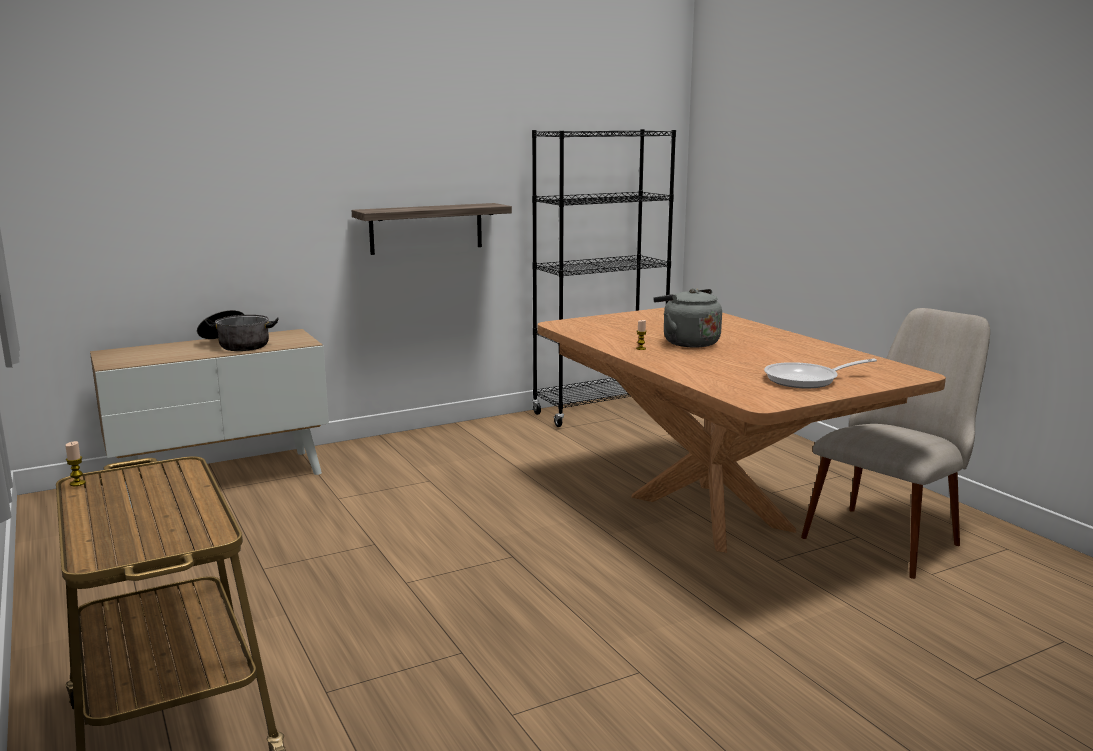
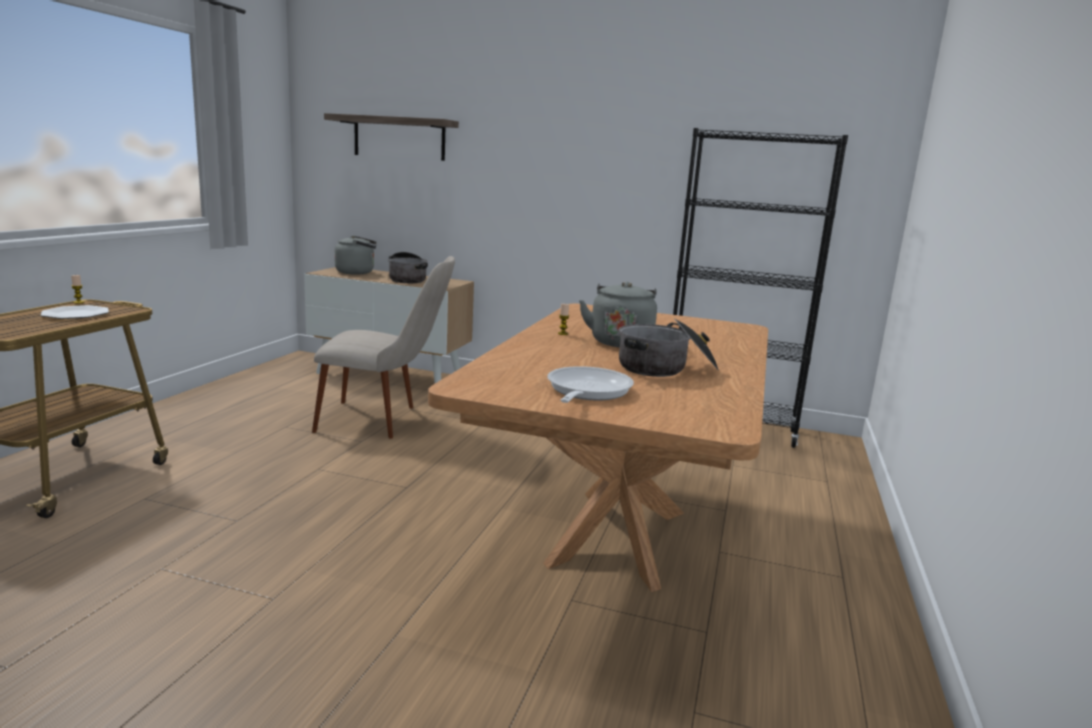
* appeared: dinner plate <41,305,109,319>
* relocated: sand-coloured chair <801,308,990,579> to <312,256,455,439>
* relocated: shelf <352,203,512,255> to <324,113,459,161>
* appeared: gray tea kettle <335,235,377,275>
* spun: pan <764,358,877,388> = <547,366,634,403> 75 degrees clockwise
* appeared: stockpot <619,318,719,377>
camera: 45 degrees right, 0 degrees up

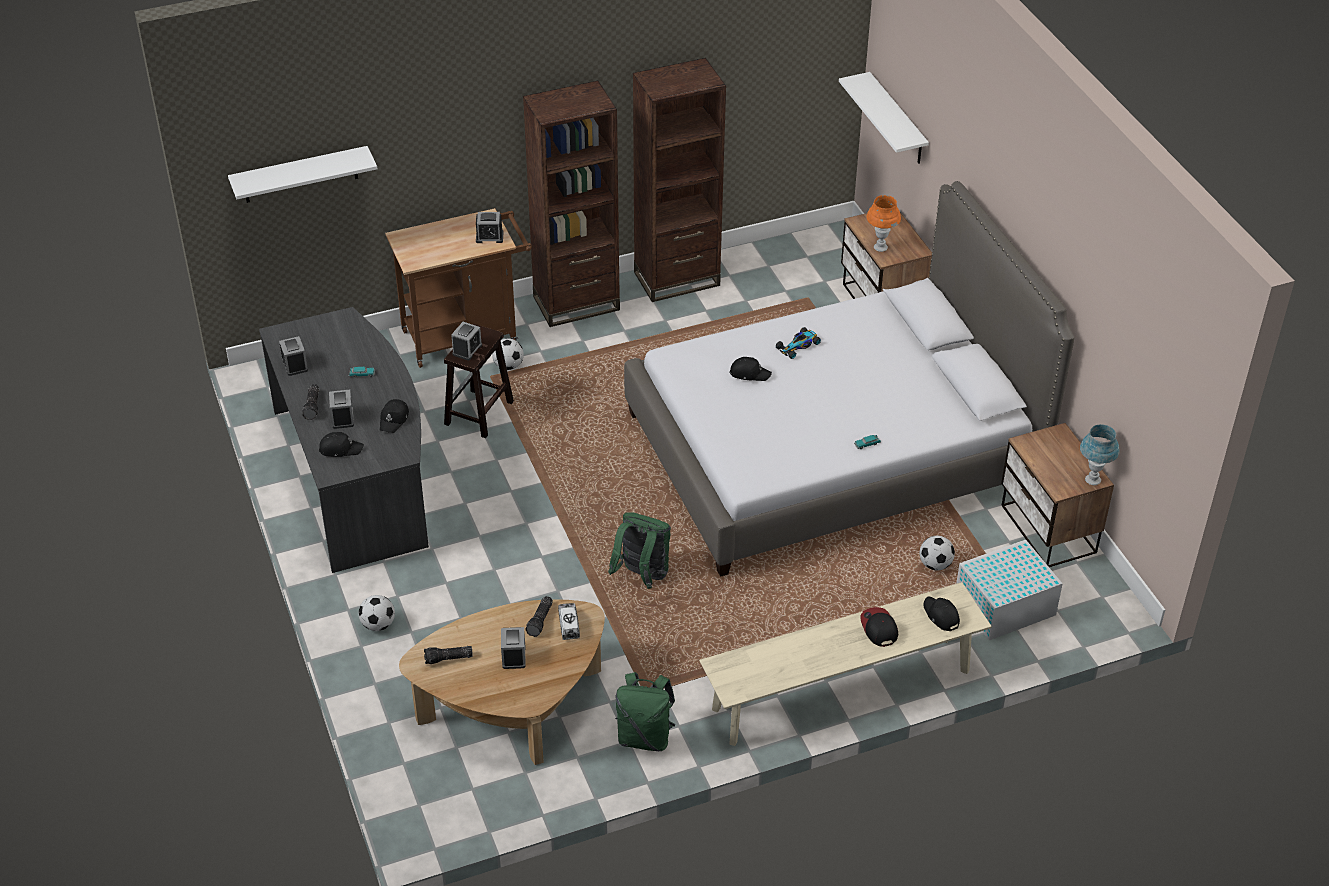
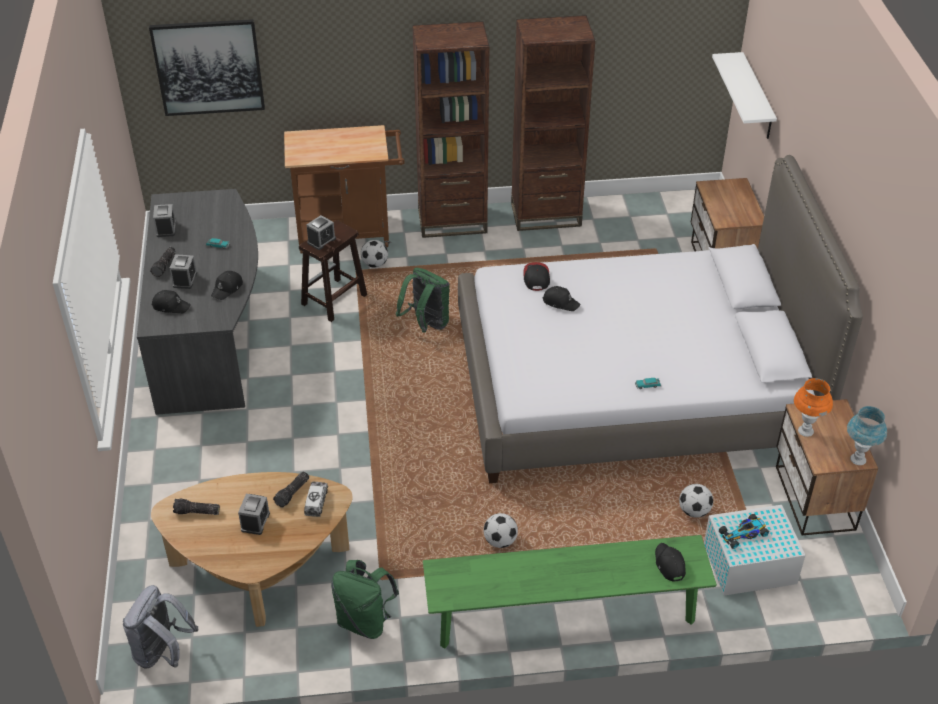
* appeared: gray knapsack <123,585,198,668>
* exchanged: white-coloured shelf <228,146,377,203> to wall picture <149,19,265,116>
* relocated: green knapsack <608,512,671,589> to <396,268,450,332>
* colour: sand-coloured indoor bench <699,582,992,746> to green indoor bench <423,535,717,648>
* relocated: football ball <359,595,395,631> to <483,513,518,548>
* relocated: baseball cap <860,607,898,647> to <523,262,550,291>
* relocated: model car <776,327,821,359> to <719,514,769,549>
* relocated: orange lamp for a table <867,195,901,252> to <794,378,833,437>
* missing: table clock <476,212,504,243>
camera: 15 degrees right, 0 degrees up

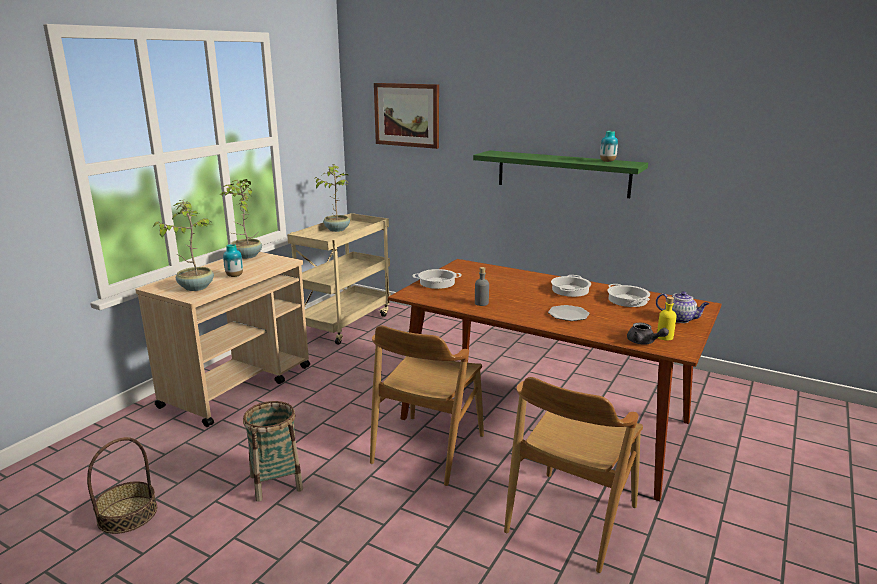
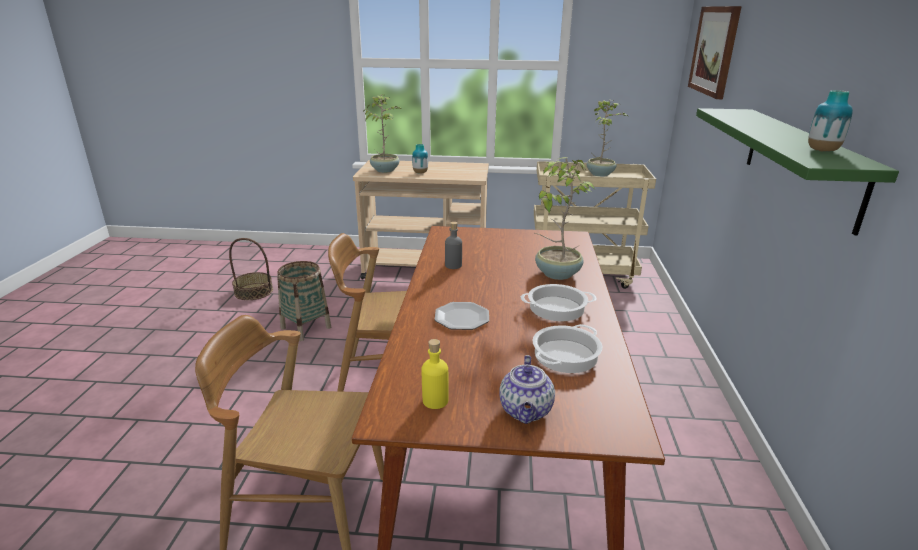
* relocated: potted plant <220,179,262,259> to <535,157,595,280>
* missing: stockpot <413,269,462,289>
* missing: gray tea pot <627,323,669,345>
camera: 65 degrees right, 5 degrees up

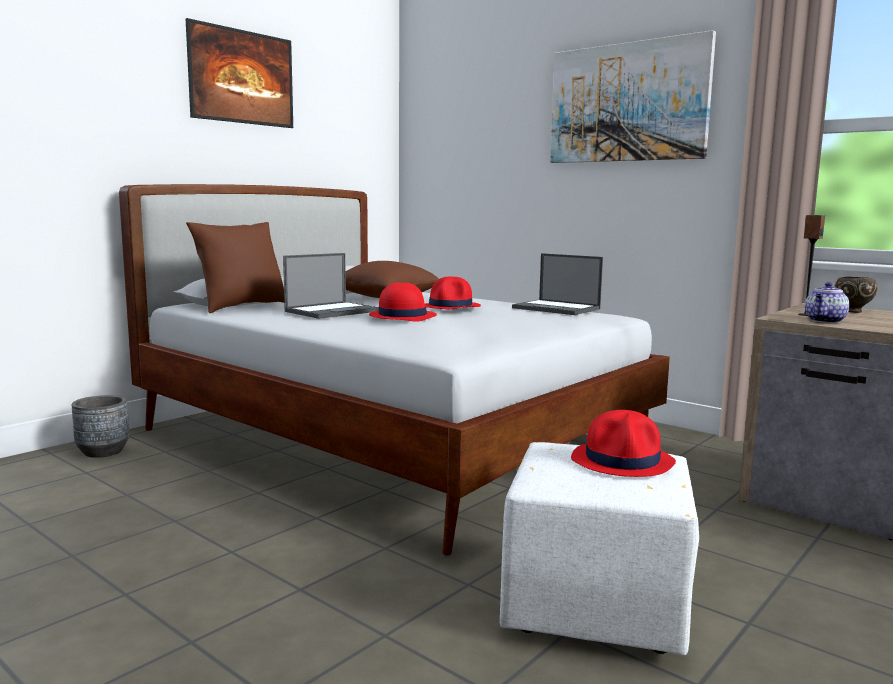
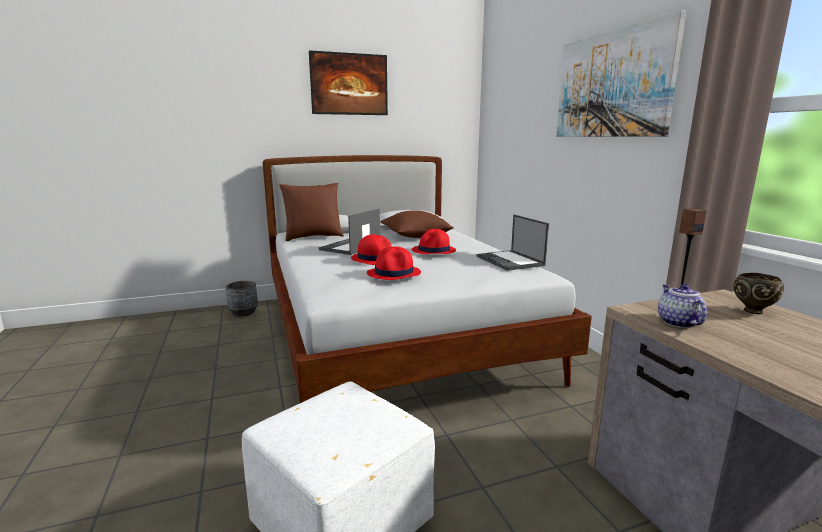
* spun: laptop <283,253,379,319> = <319,209,380,255> 135 degrees clockwise
* relocated: red clothing hat <571,410,676,477> to <367,246,421,280>
* spun: tea pot <805,282,850,323> = <658,284,707,328> 105 degrees clockwise
camera: 30 degrees right, 5 degrees up

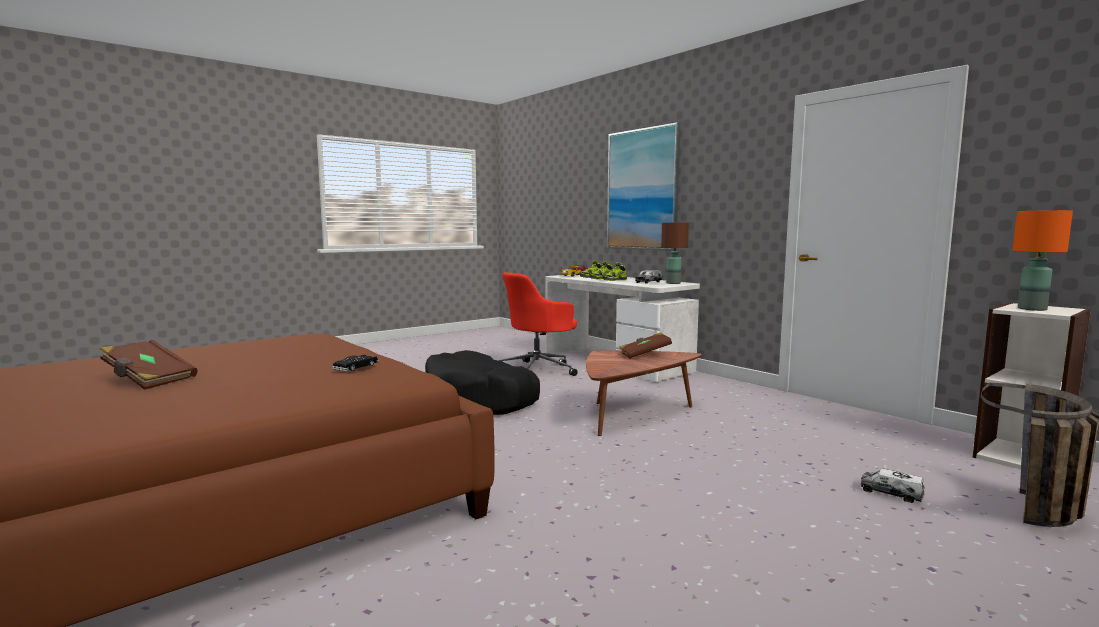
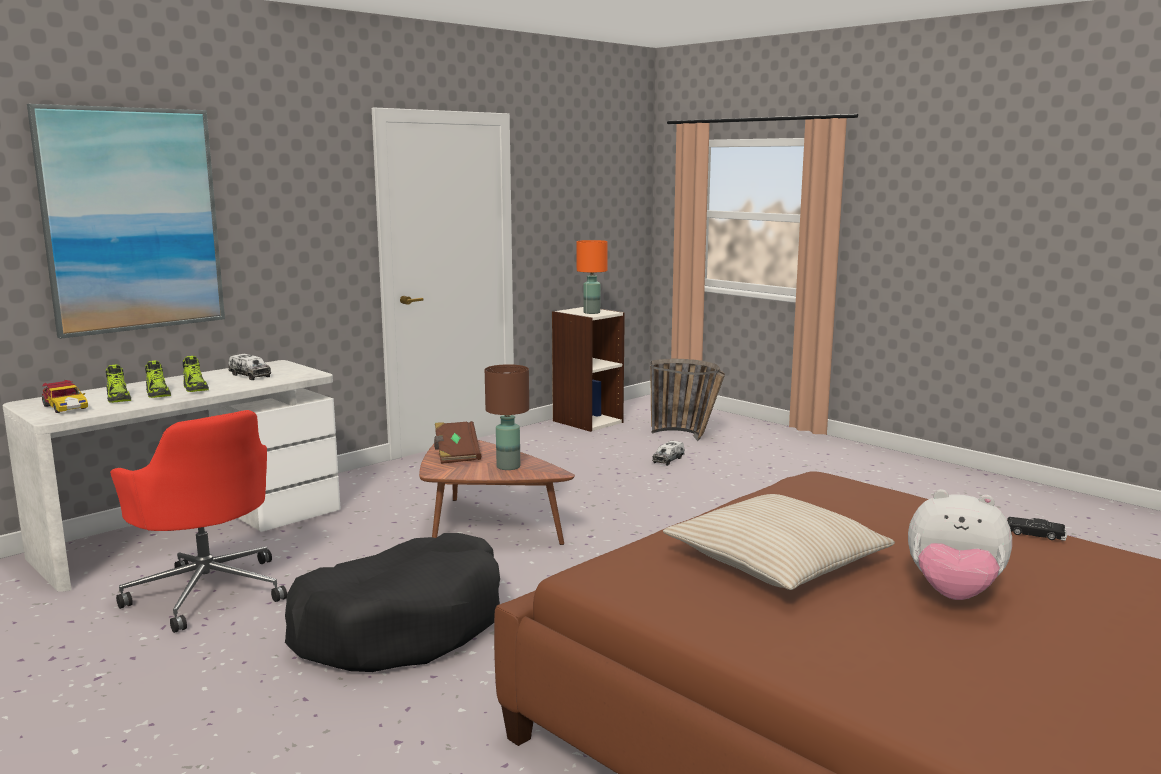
* relocated: brown lamp for a table <661,223,689,284> to <485,364,529,470>
* appeared: sand-coloured cushion <663,494,895,590>
* exchanged: brown book <100,340,198,390> to plush toy <908,489,1012,600>
* relocated: blackish model car <332,355,379,371> to <1007,517,1067,541>
camera: 95 degrees left, 5 degrees up

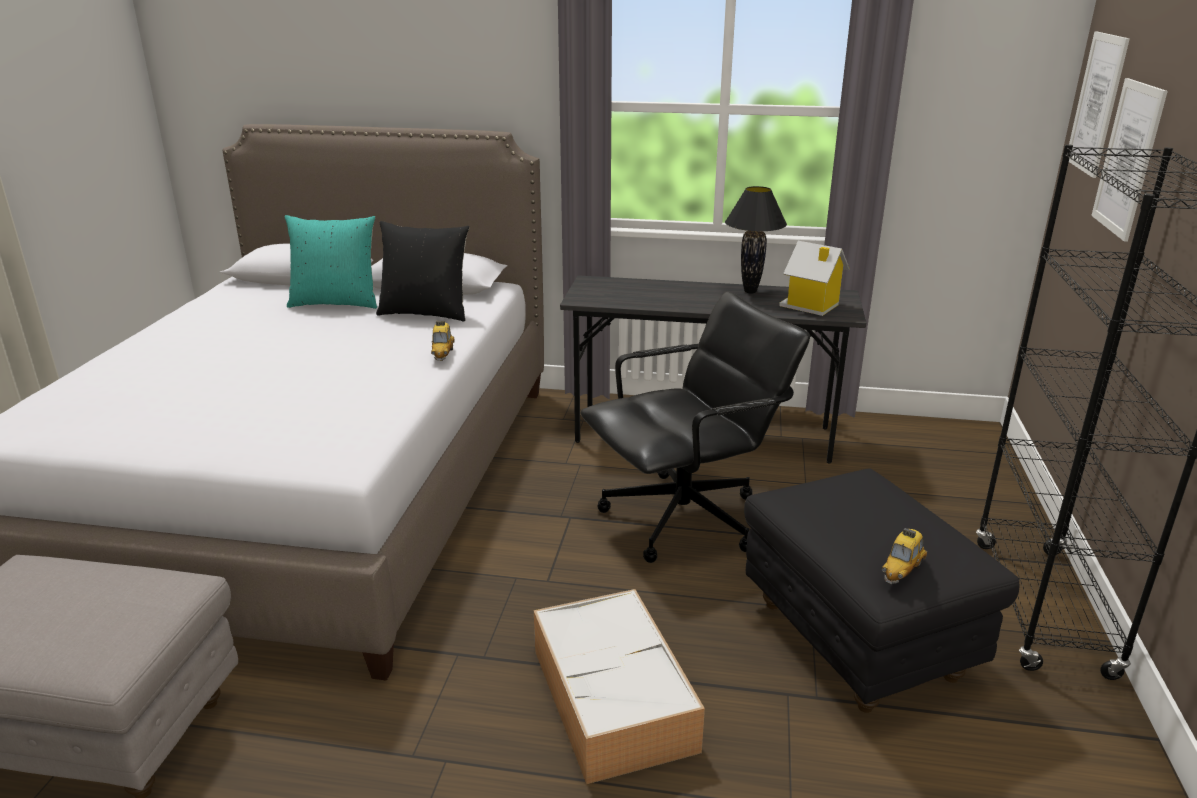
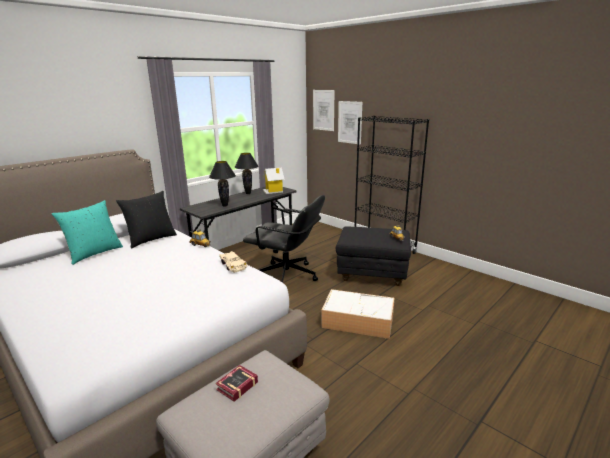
* appeared: blackish lamp for a table <209,161,236,207>
* appeared: book <216,365,258,402>
* appeared: sand-coloured model car <219,251,247,273>
* spun: blackish computer chair <581,291,810,563> = <243,195,325,283> 105 degrees clockwise
camera: 55 degrees left, 5 degrees down

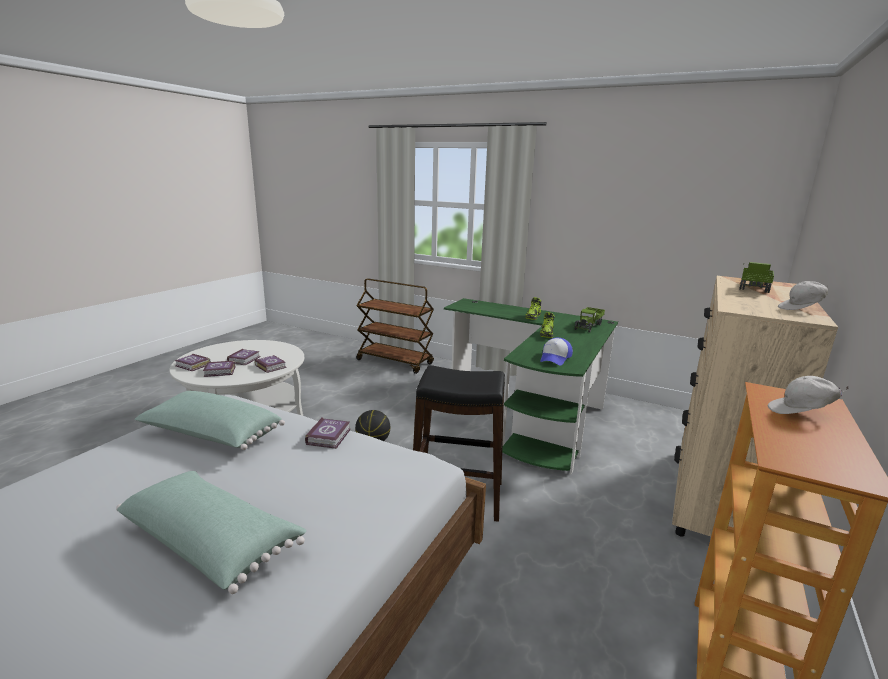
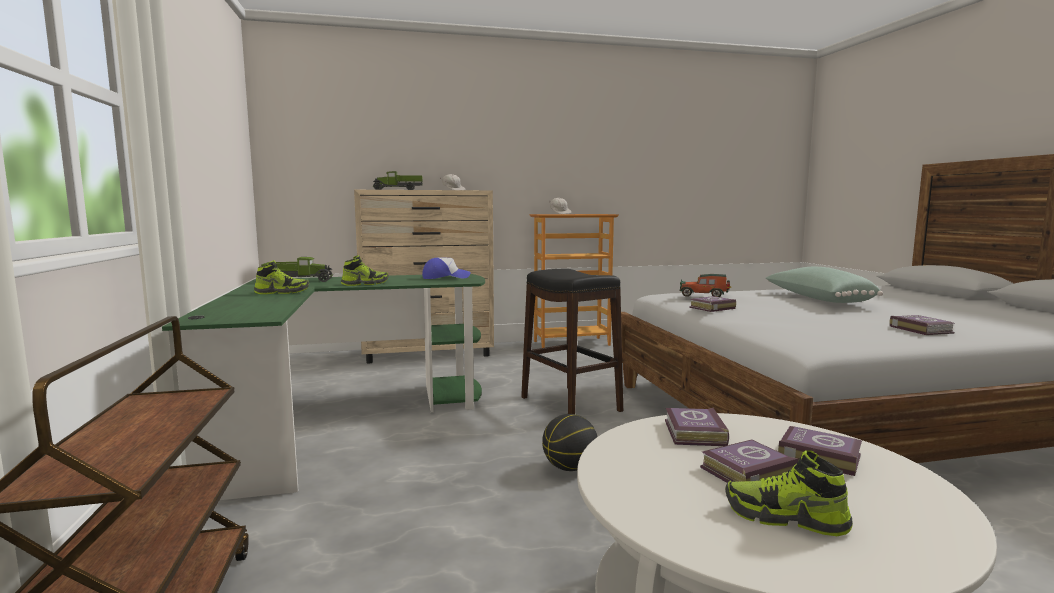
* appeared: model car <680,274,731,297>
* appeared: shoe <725,450,853,536>
* relocated: book <175,354,211,371> to <889,315,956,335>
* missing: green cushion <135,391,285,450>
camera: 130 degrees left, 10 degrees down

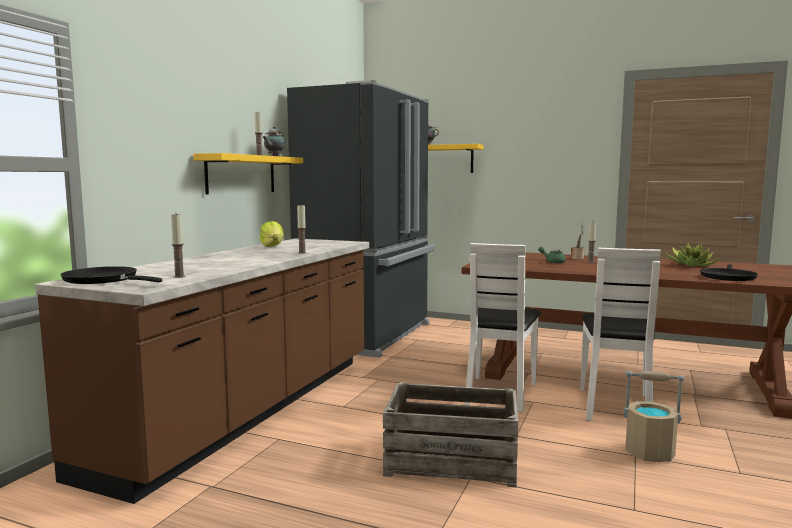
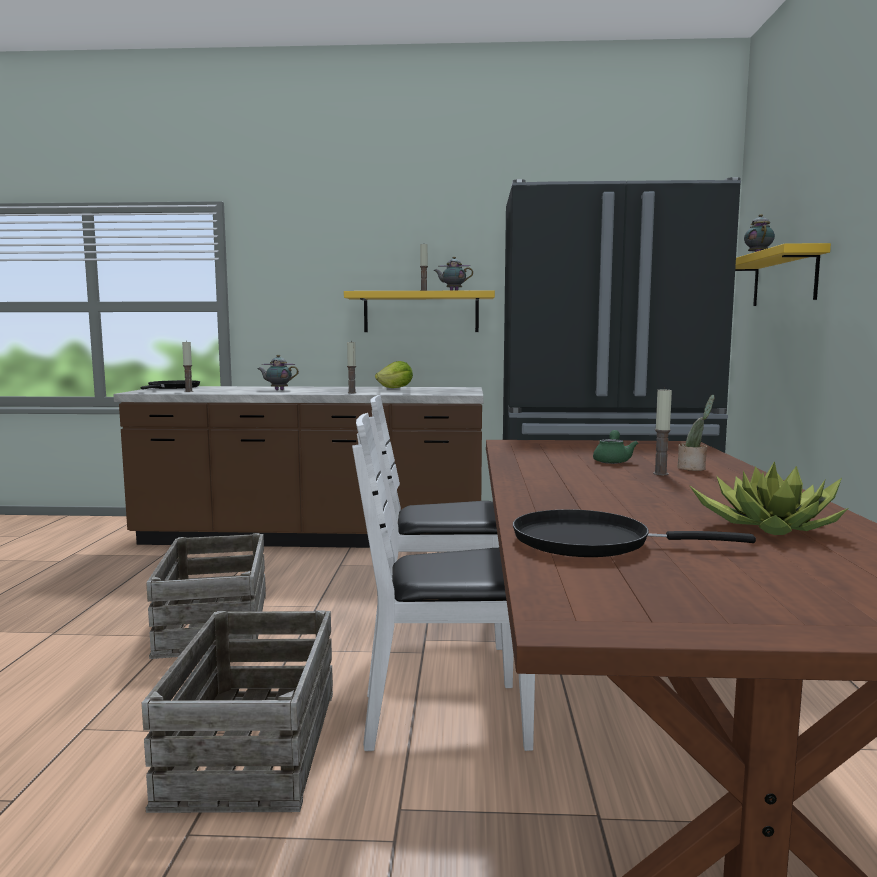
* exchanged: sand-coloured water bucket <623,371,684,462> to shipping crate <142,610,333,813>
* appeared: tea pot <258,355,299,390>
camera: 70 degrees right, 0 degrees up

